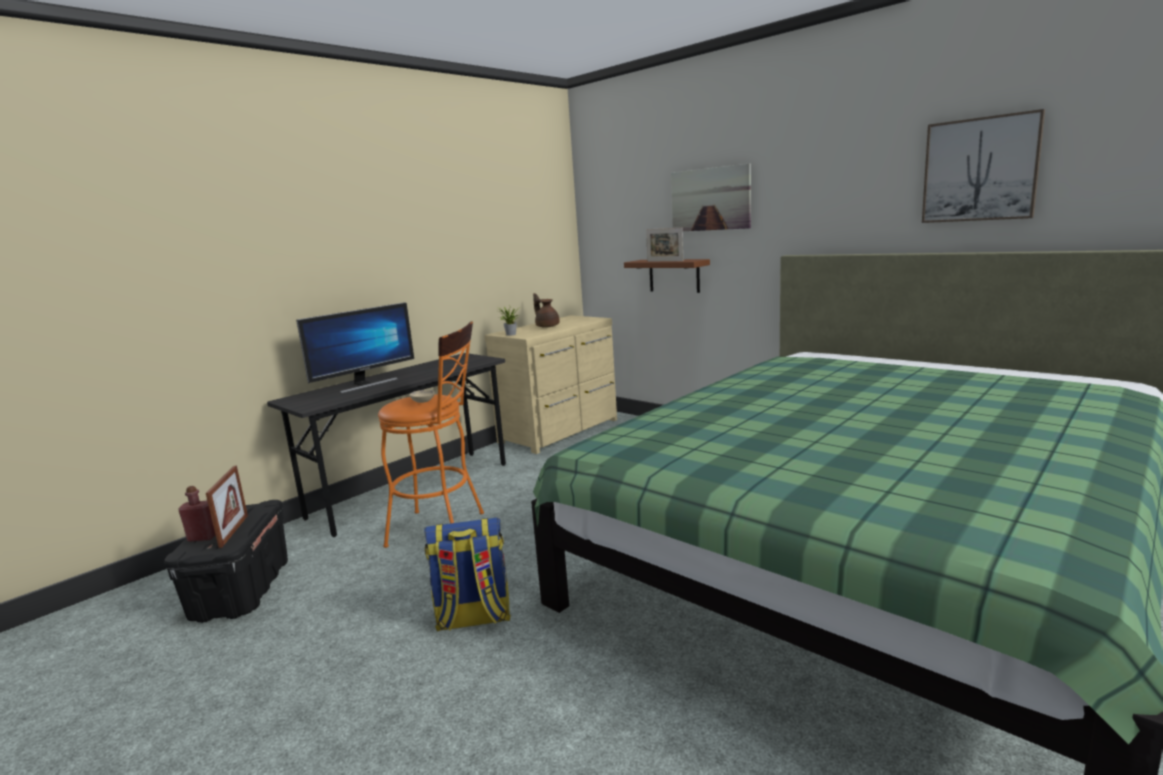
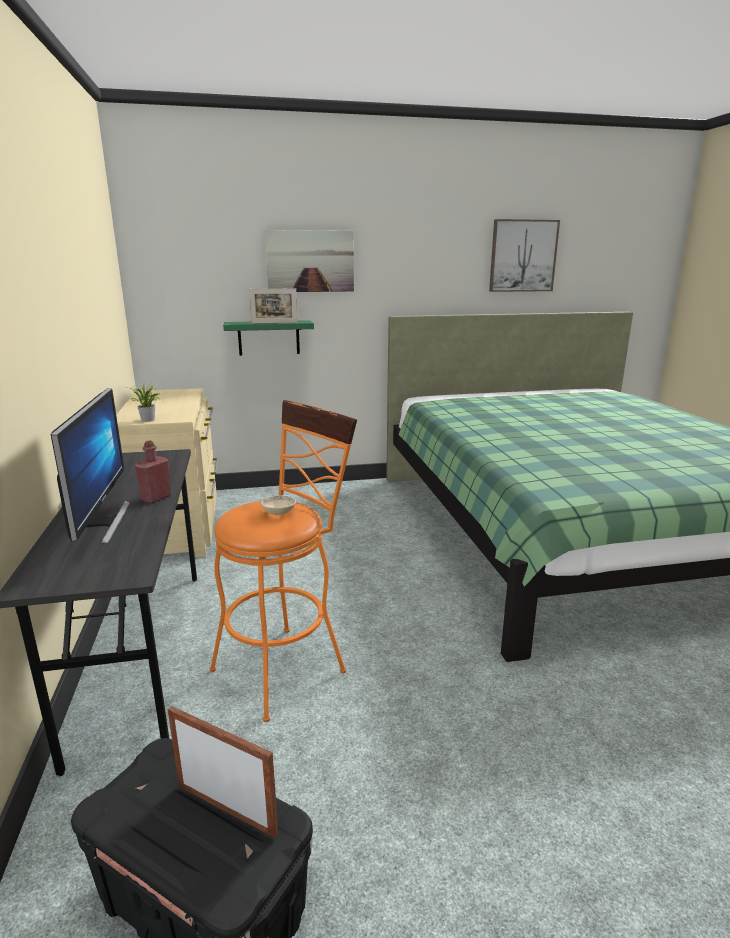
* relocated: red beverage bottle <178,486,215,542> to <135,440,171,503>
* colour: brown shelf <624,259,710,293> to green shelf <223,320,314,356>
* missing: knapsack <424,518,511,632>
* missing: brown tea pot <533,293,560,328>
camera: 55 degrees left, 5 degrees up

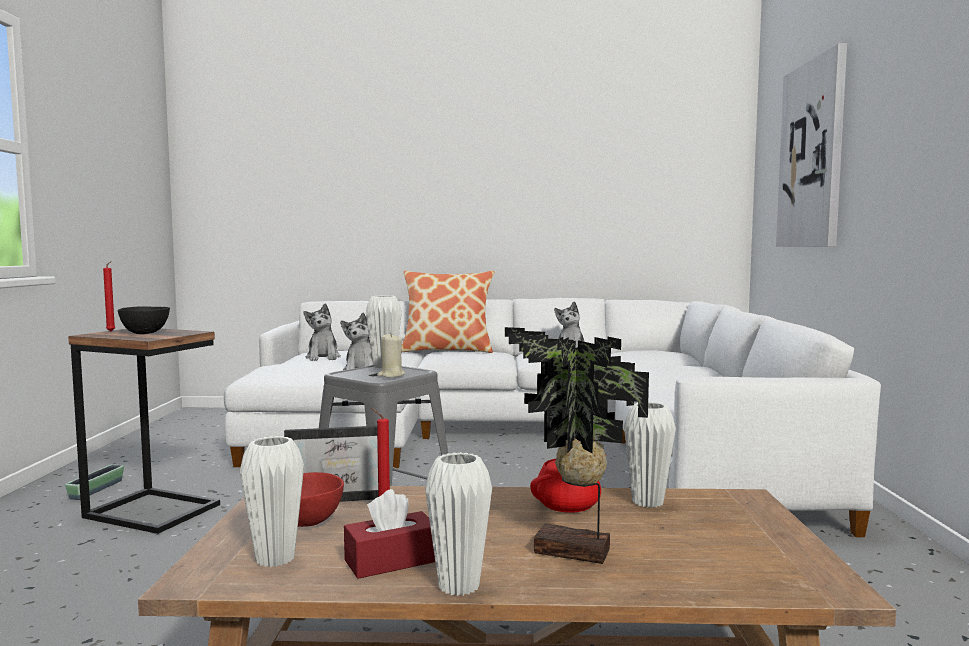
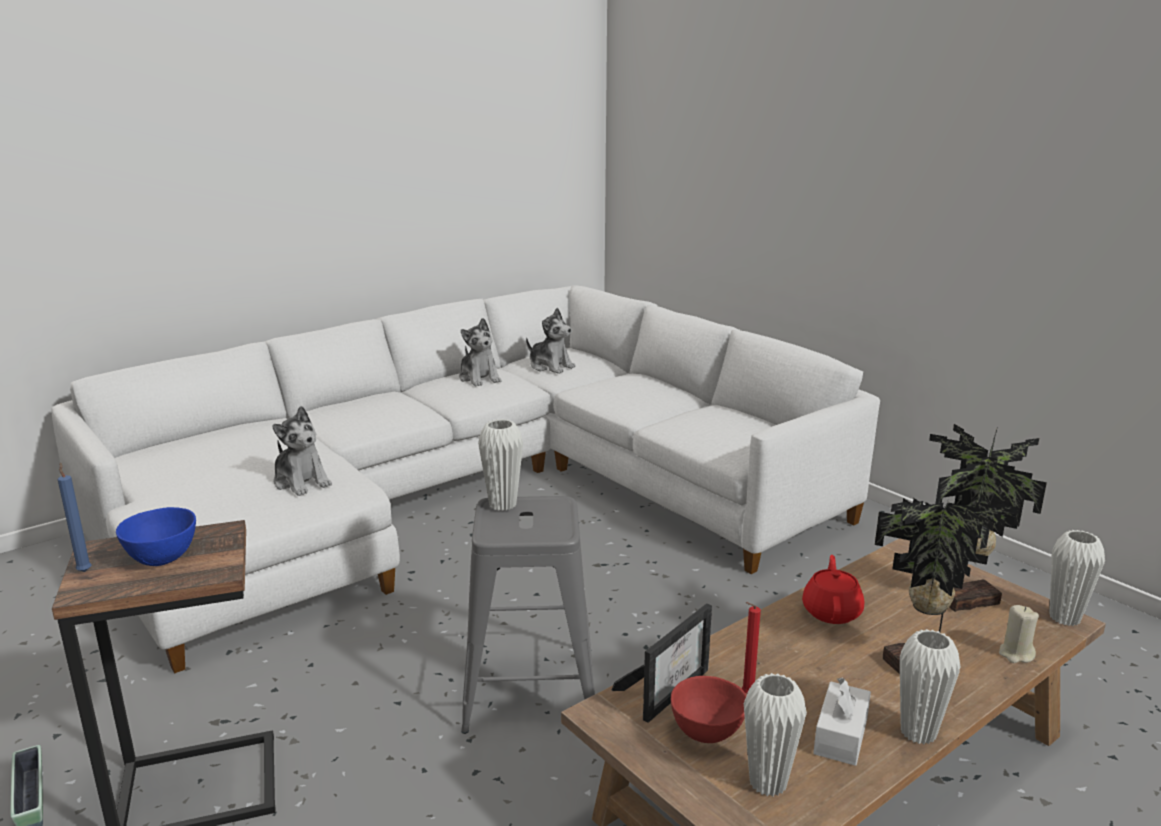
* colour: red candle <103,261,116,332> to blue candle <58,462,91,572>
* colour: blackish bowl <118,306,170,334> to blue bowl <116,507,196,566>
* relocated: plush toy <304,304,341,361> to <526,308,576,374>
* colour: red tissue holder <344,489,435,579> to white-coloured tissue holder <813,677,871,766>
* appeared: potted plant <929,424,1047,612>
* relocated: sand-coloured candle <377,334,405,377> to <999,605,1039,663>
* relocated: white-coloured flower vase <624,402,676,508> to <1049,530,1105,626>
* missing: cushion <401,271,494,353>
* missing: wall picture <776,43,847,247>
camera: 40 degrees left, 15 degrees up

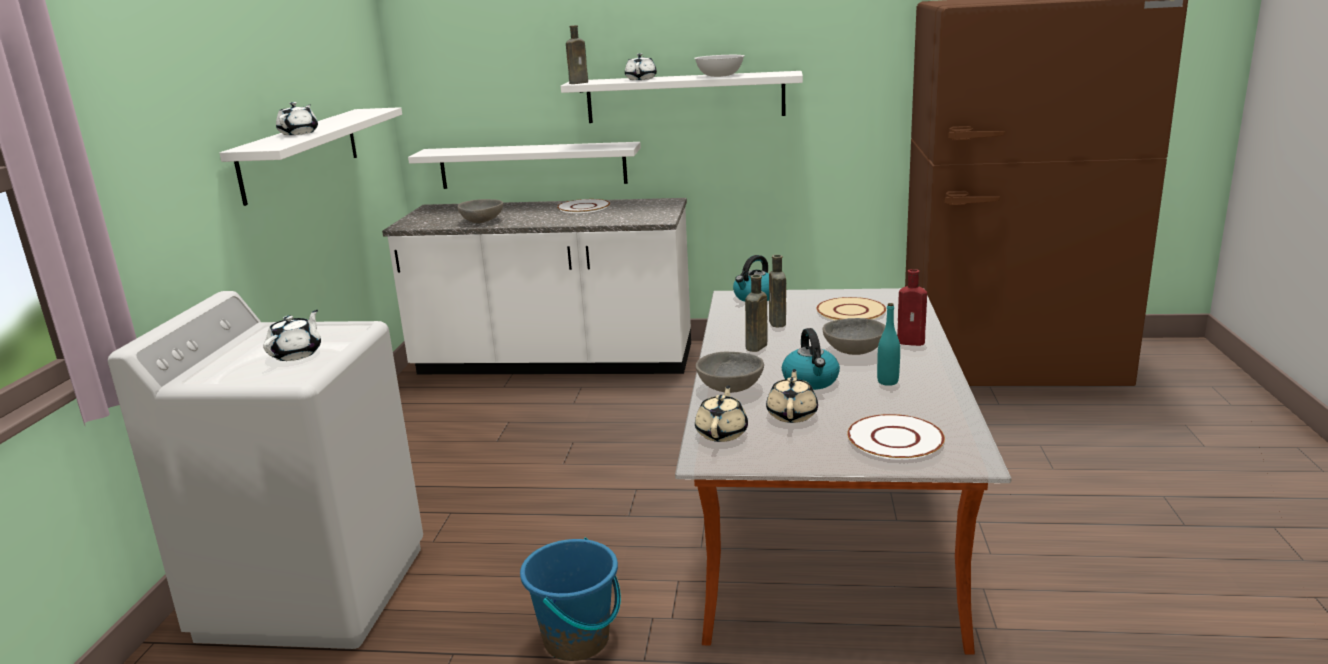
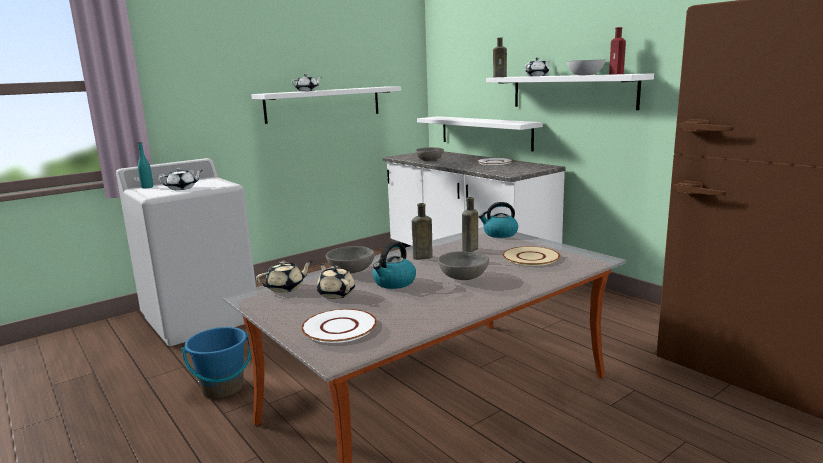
* relocated: turquoise beverage bottle <877,303,900,386> to <138,142,153,188>
* spun: sand-coloured tea pot <766,369,818,423> = <317,264,355,299> 90 degrees counterclockwise
* relocated: red beverage bottle <897,269,927,346> to <609,27,626,75>
camera: 45 degrees right, 5 degrees down

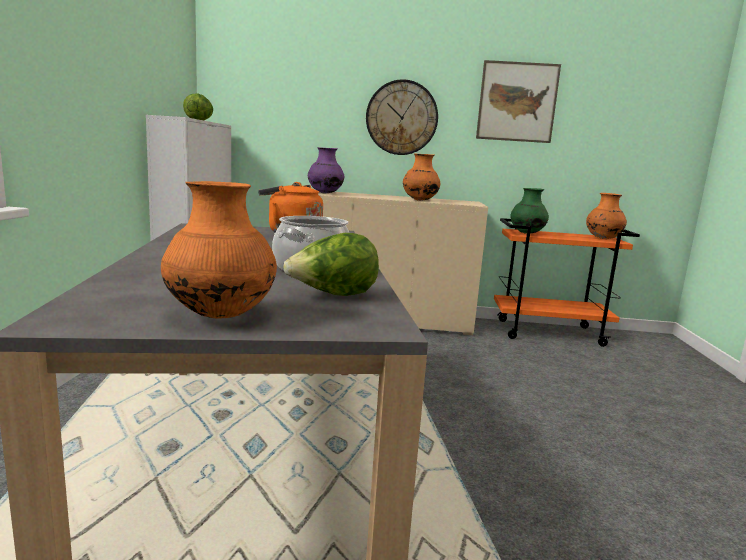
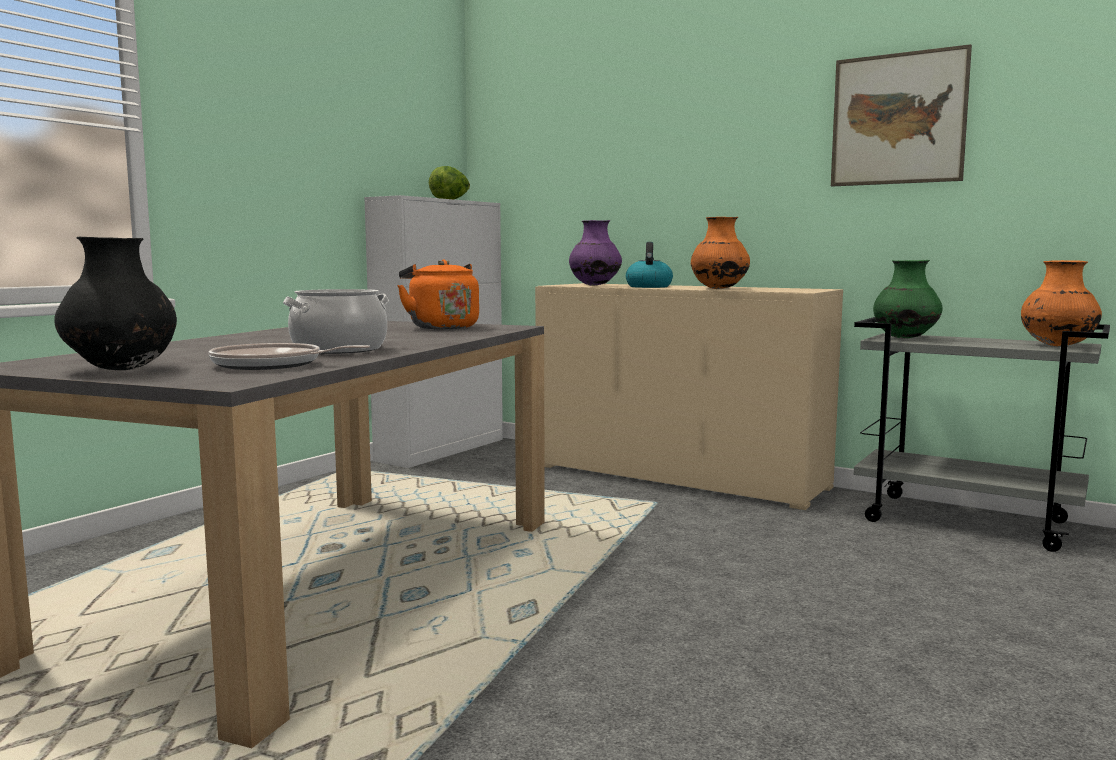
* colour: orange flower vase <161,181,277,318> to blackish flower vase <54,237,177,370>
* exchanged: head of lettuce <283,233,379,296> to pan <208,343,370,370>
* appeared: tea kettle <626,242,673,288>
* colour: orange wheeled cart <494,218,640,347> to gray wheeled cart <854,317,1110,552>
* missing: hanging clock <366,79,438,155>
camera: 30 degrees right, 5 degrees down

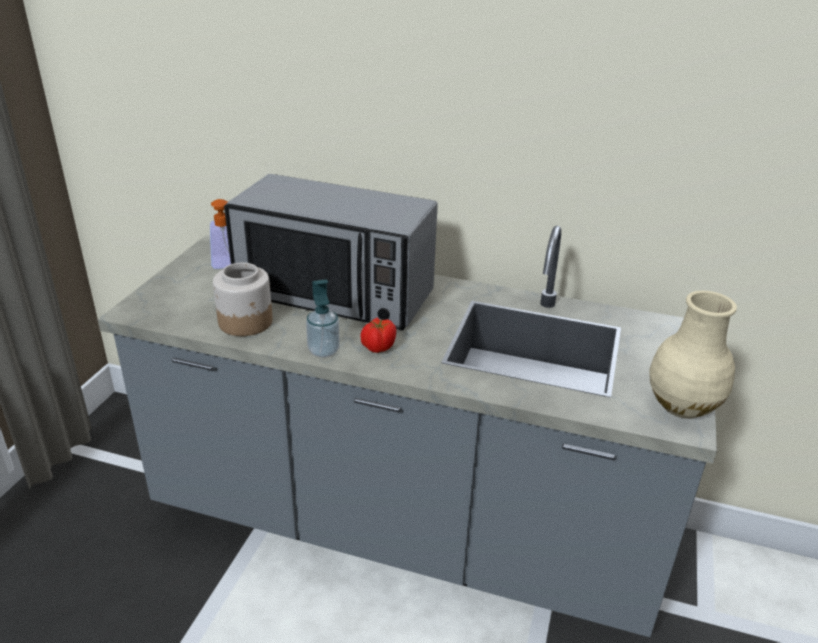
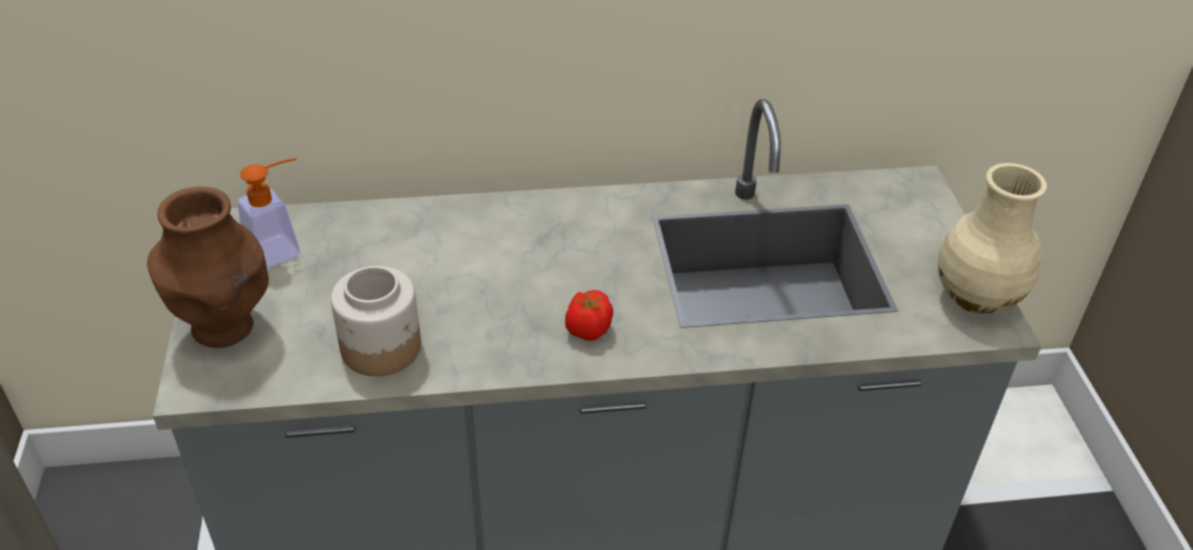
* appeared: brown flower vase <147,187,269,348>
* missing: kitchen microwave <224,174,438,330>
* missing: soap dispenser <306,279,340,358>
camera: 25 degrees left, 10 degrees up

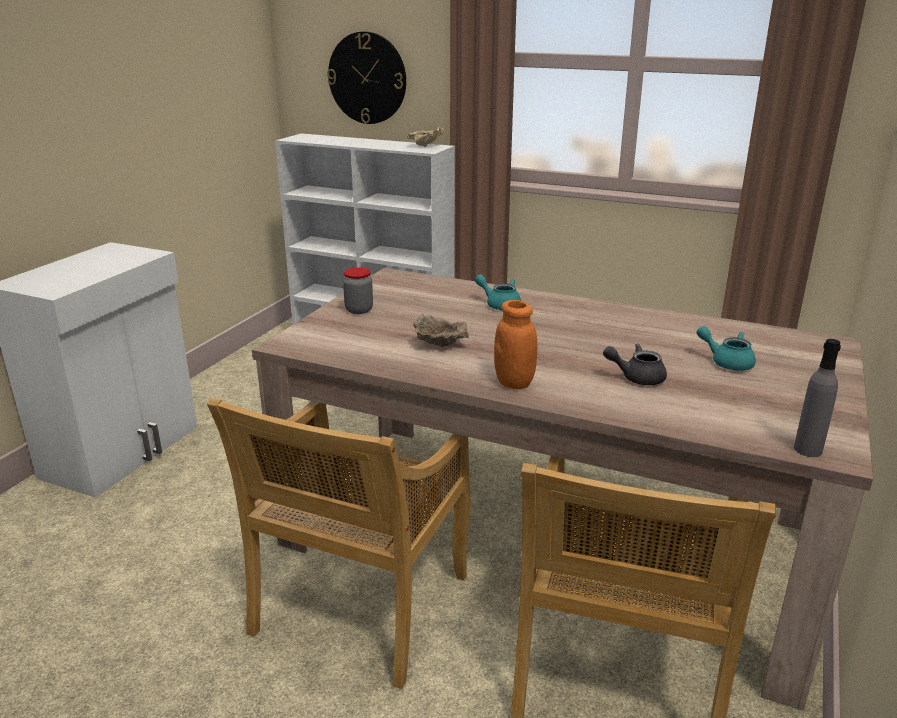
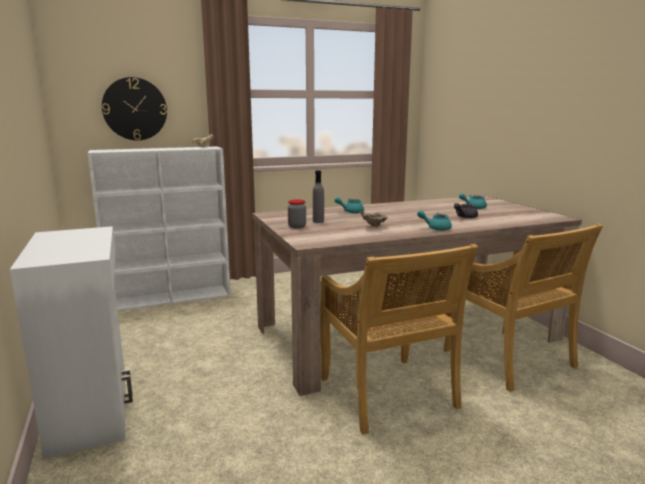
* relocated: gray beverage bottle <794,339,841,457> to <313,170,324,223>
* exchanged: orange preserve jar <494,300,537,389> to turquoise tea pot <417,210,452,231>
camera: 45 degrees left, 10 degrees down

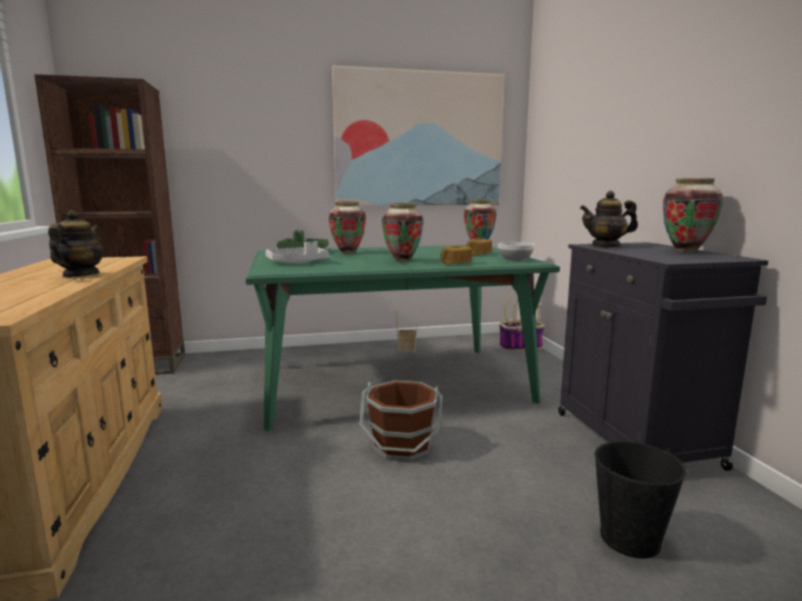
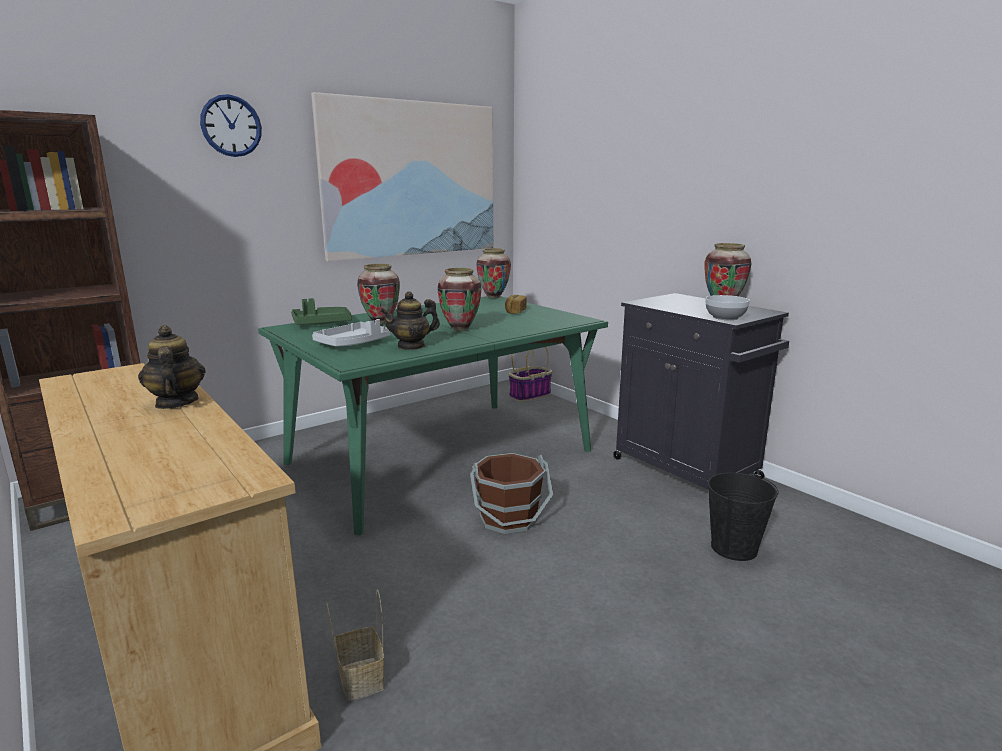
* appeared: hanging clock <200,94,262,157>
* relocated: basket <396,310,417,352> to <326,590,385,701>
* relocated: tea pot <580,191,638,248> to <380,291,440,350>
* relocated: bowl <498,242,534,261> to <706,295,750,320>
* missing: bread <440,245,472,264>
camera: 25 degrees left, 5 degrees up

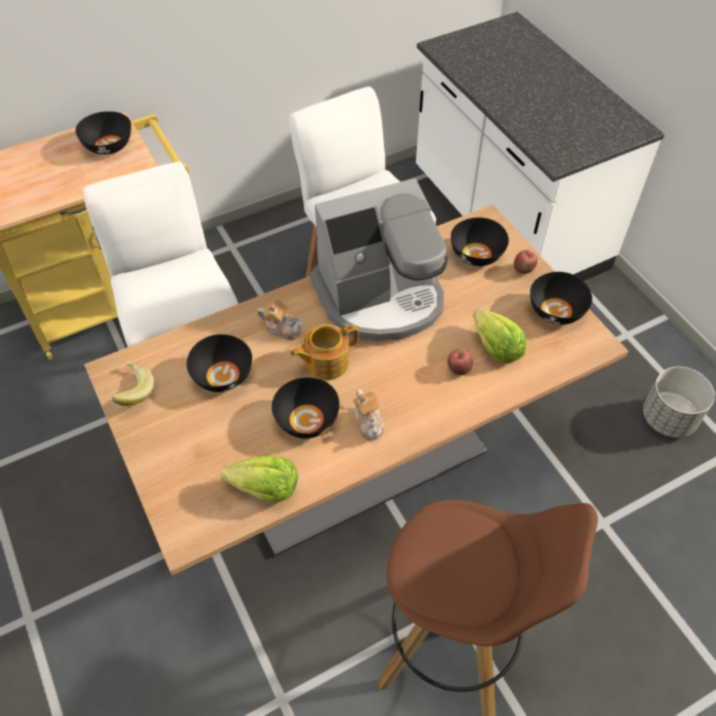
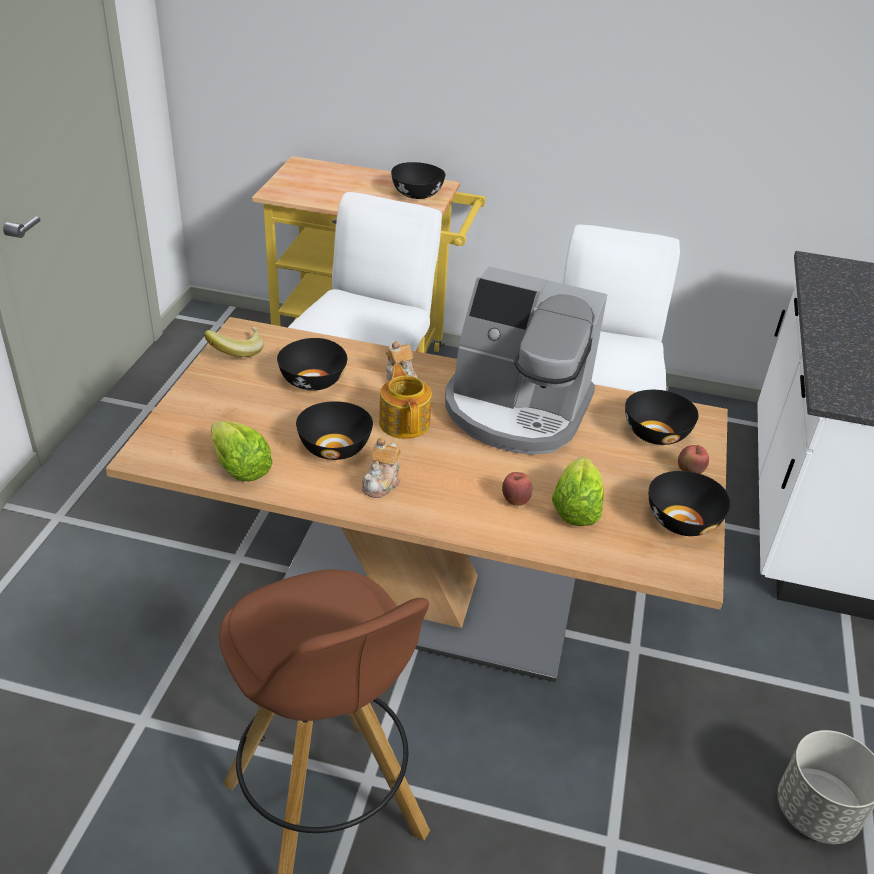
* spun: tea pot <291,324,358,380> = <379,364,432,439> 60 degrees clockwise
camera: 40 degrees right, 15 degrees down

